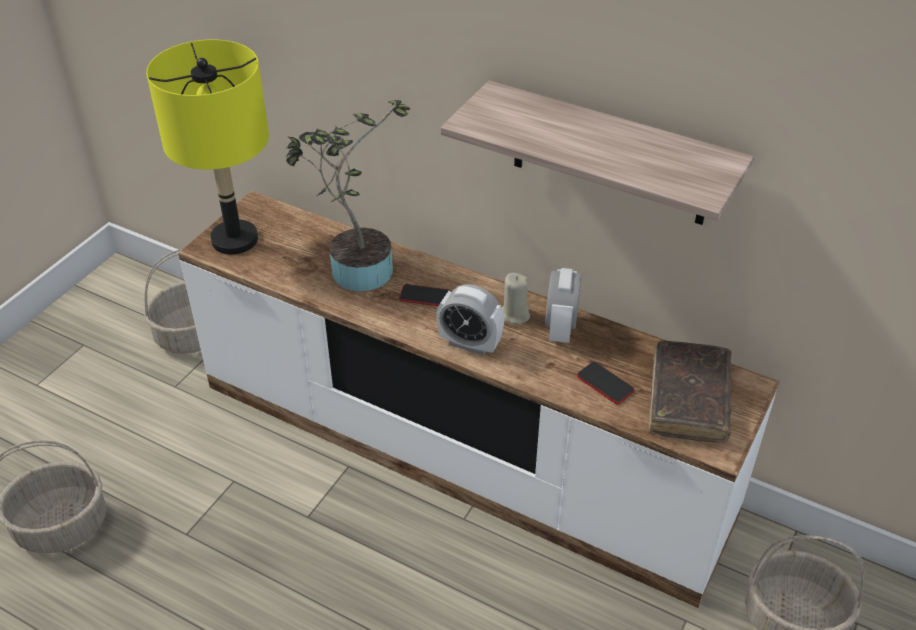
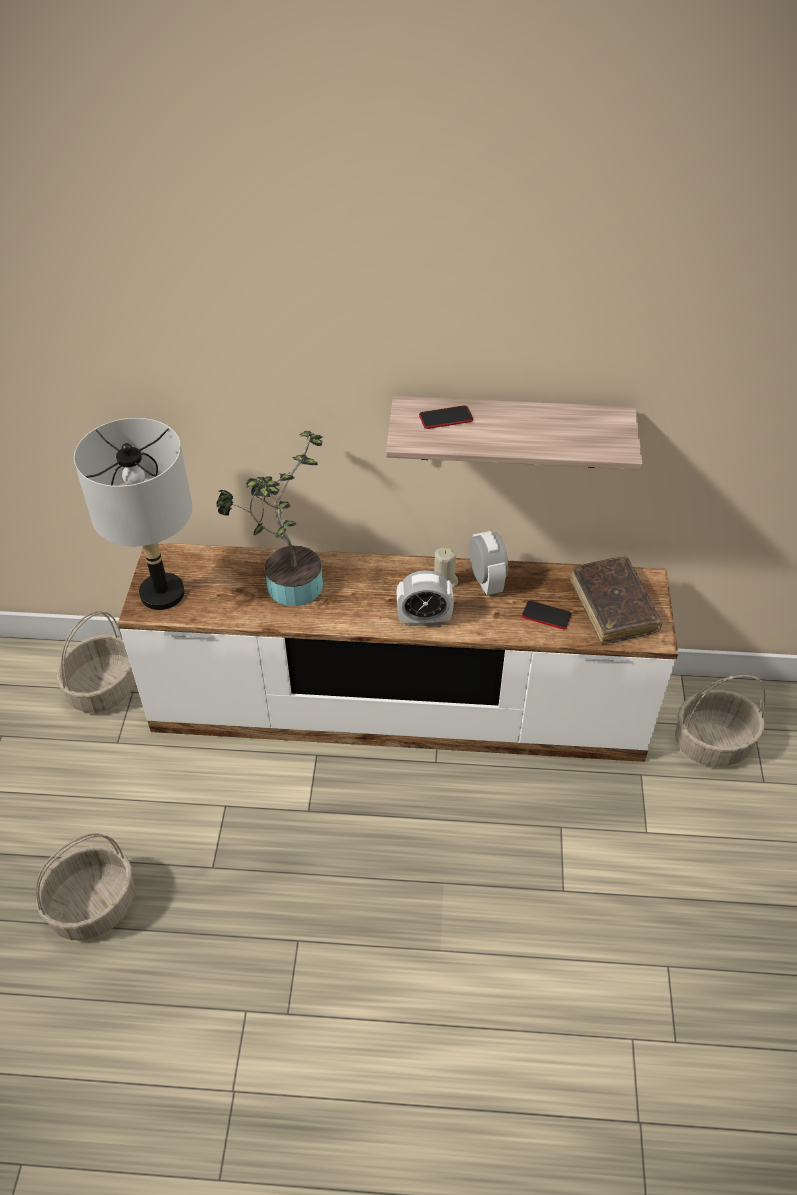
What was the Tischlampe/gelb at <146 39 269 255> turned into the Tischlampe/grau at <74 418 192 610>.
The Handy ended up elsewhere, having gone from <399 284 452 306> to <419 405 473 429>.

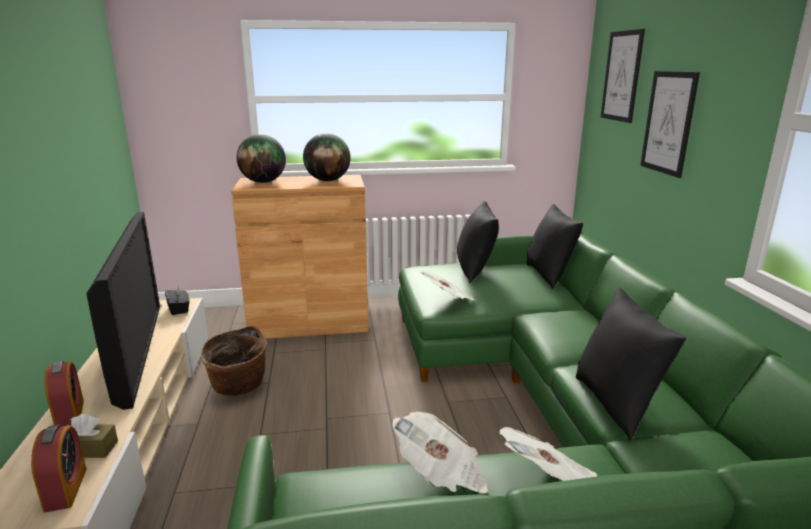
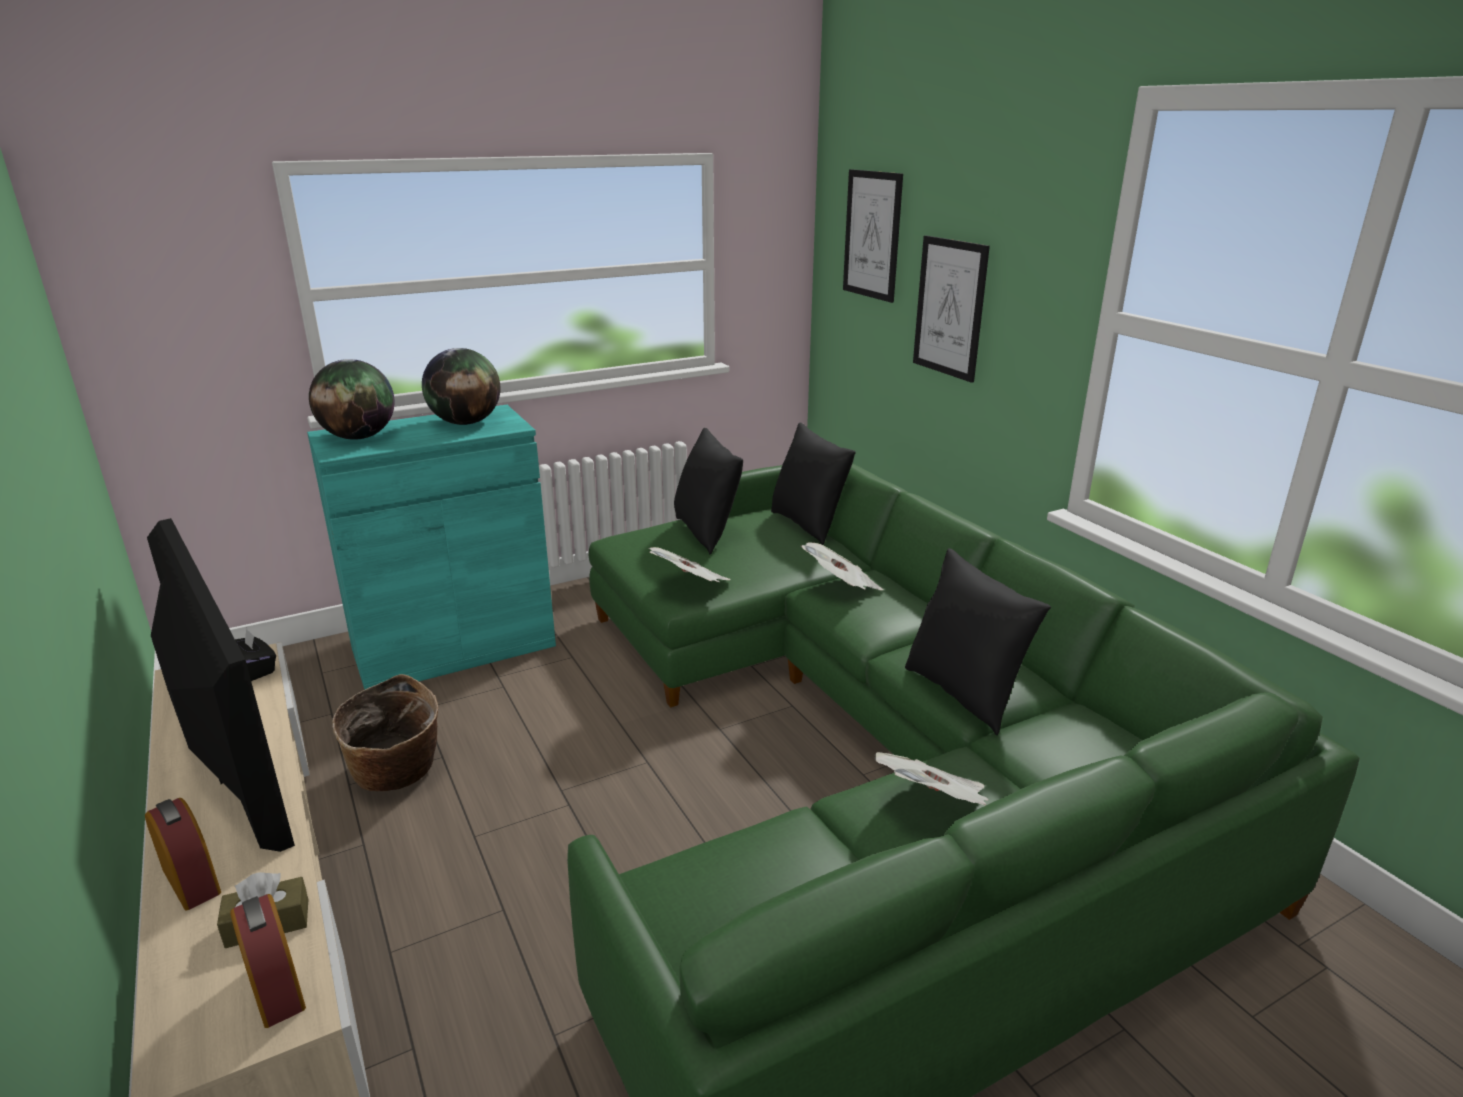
What was the Schrank/braun at <231 175 369 339> turned into the Schrank/türkis at <307 405 556 690>.
The Zeitung ended up elsewhere, having gone from <392 412 488 493> to <801 543 884 590>.

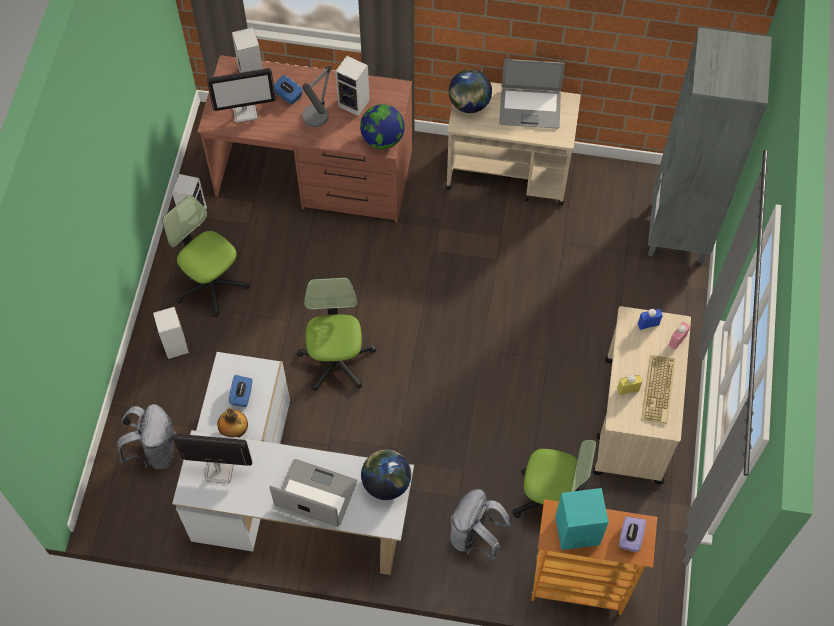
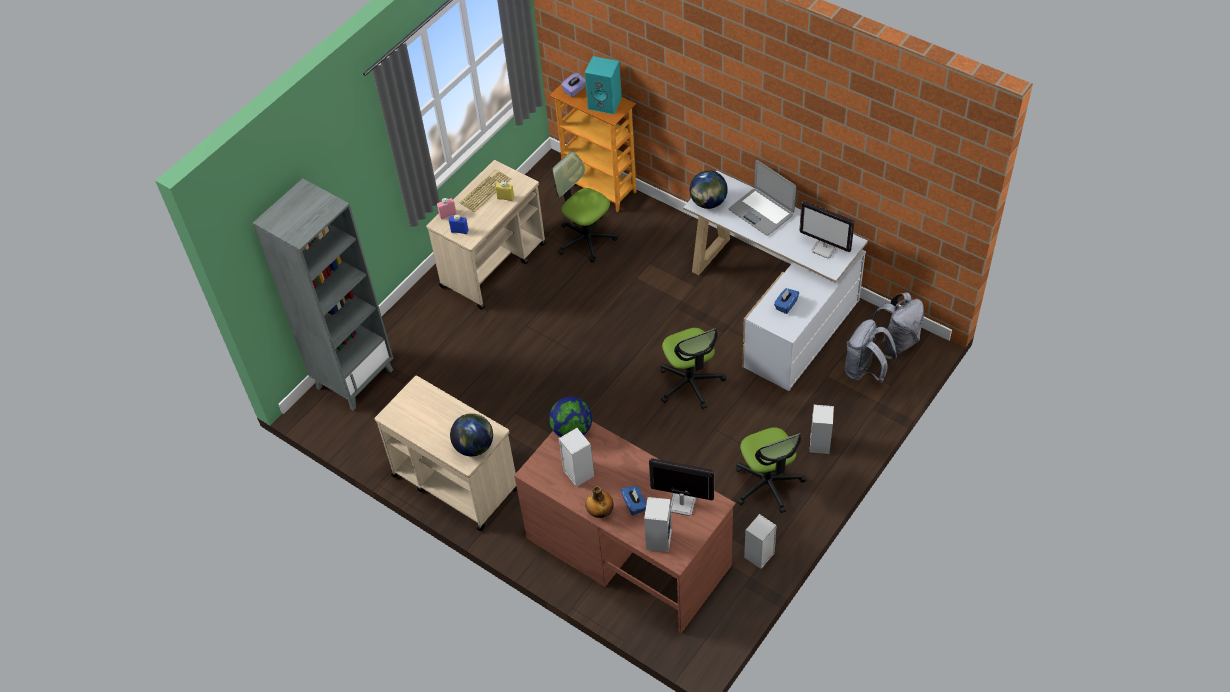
The second view lost the Laptop at <499 59 565 128>.
The second view lost the Tischlampe at <302 65 332 127>.
The Bürostuhl at <296 277 376 391> ended up facing another way, 45 degrees counterclockwise from before.
The Flasche ended up elsewhere, having gone from <217 408 248 437> to <586 486 614 518>.
The Rucksack/grau ended up elsewhere, having gone from <450 489 513 562> to <872 292 924 355>.

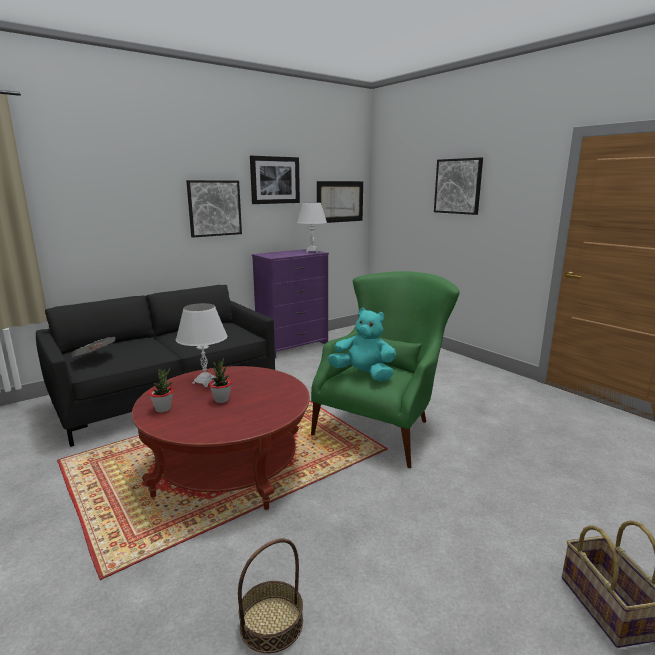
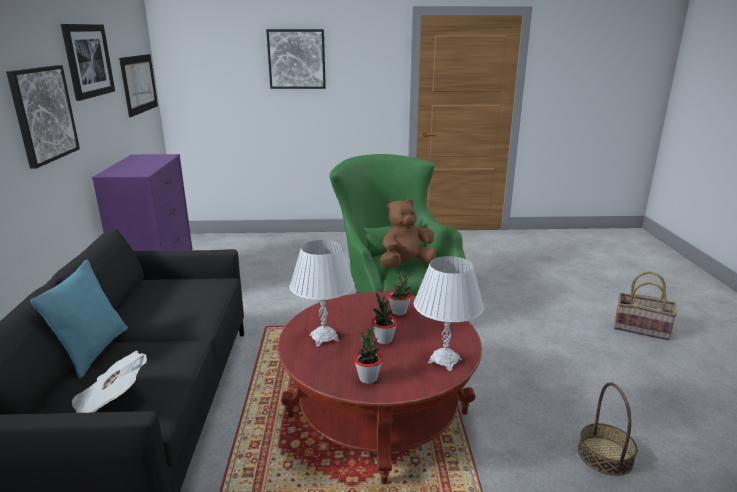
The Tischlampe/weiß ended up elsewhere, having gone from <297 202 327 253> to <414 256 484 371>.
What was the Plüschtier/türkis at <328 308 396 381> turned into the Plüschtier/braun at <380 199 436 267>.
The second view gained the Kissen/türkis at <30 260 128 379>.
The second view gained the Topfpflanze at <388 271 412 315>.

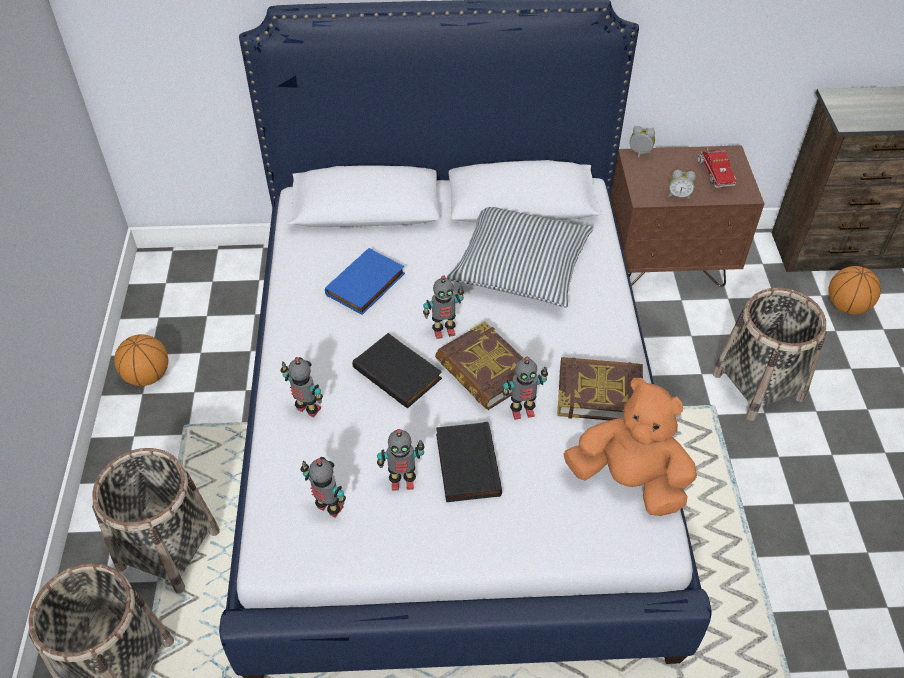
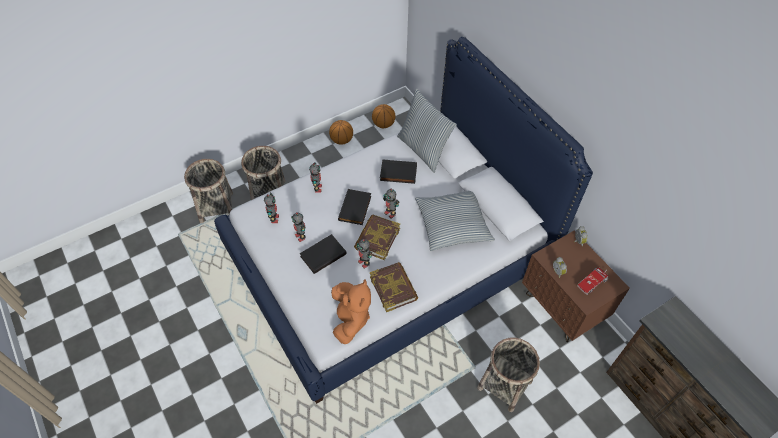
What was the Buch/blau at <325 248 405 315> turned into the Buch/schwarz at <380 160 417 184>.
The Basketball ended up elsewhere, having gone from <828 266 881 315> to <372 104 396 128>.
The second view gained the Kissen at <397 89 457 173>.

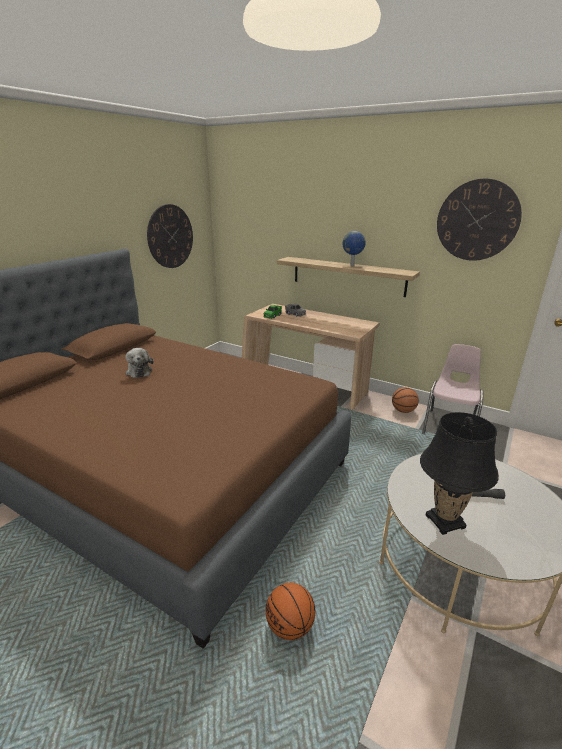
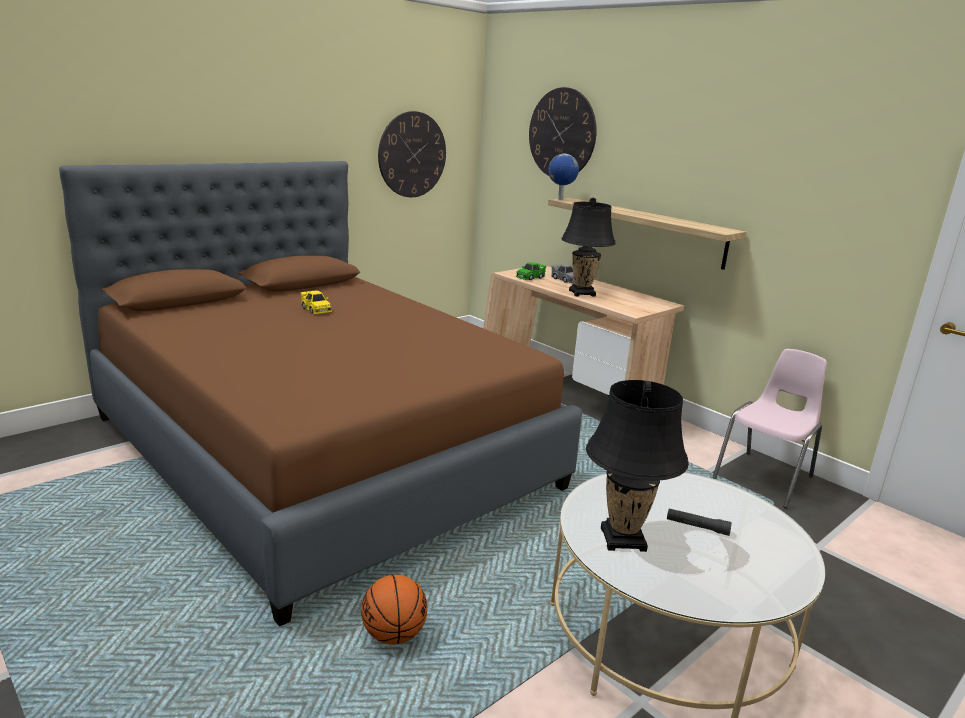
The Wanduhr ended up elsewhere, having gone from <437 179 522 261> to <529 87 597 176>.
The Globus ended up elsewhere, having gone from <343 231 366 266> to <548 154 579 200>.
Where the Plüschtier stood at <125 348 153 378>, the Spielzeugauto/gelb came to stand at <301 291 332 314>.
The second view lost the Basketball at <392 387 419 413>.
The second view gained the Tischlampe/schwarz at <561 198 616 297>.

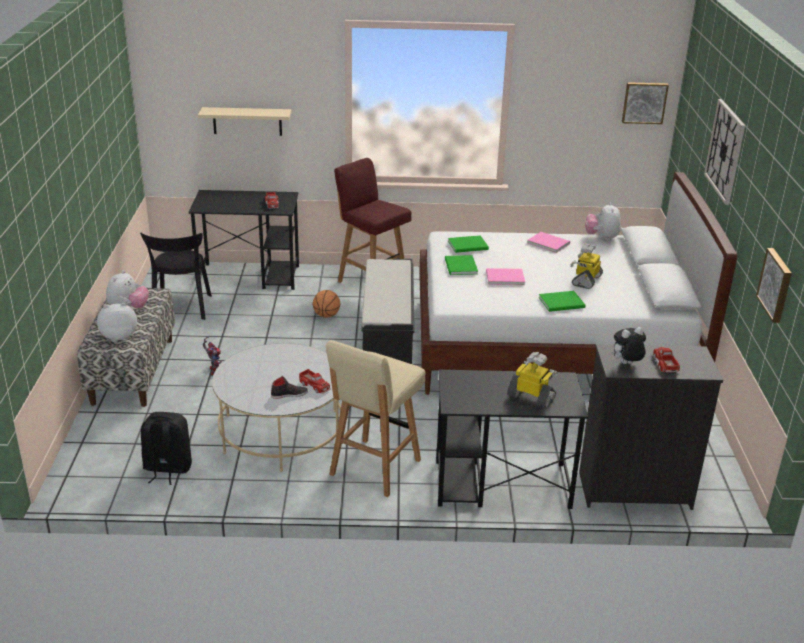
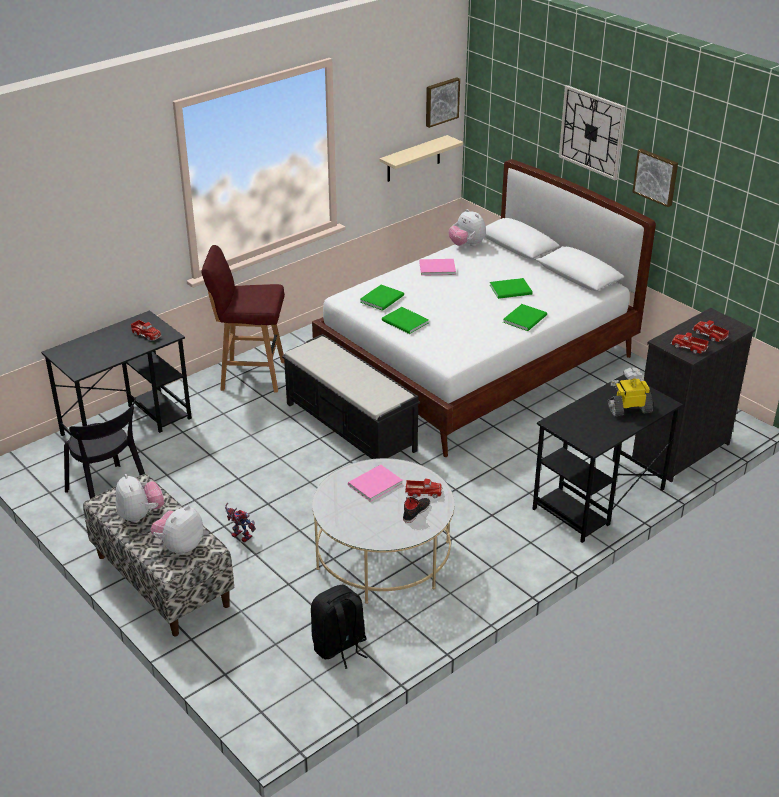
The Wandregal/beige ended up elsewhere, having gone from <198 107 291 136> to <380 135 463 182>.
Where the Spielzeugroboter stood at <570 244 603 289>, the Buch/grün came to stand at <490 278 533 299>.
The Bild ended up elsewhere, having gone from <756 248 792 323> to <632 149 678 207>.
The Buch/rosa ended up elsewhere, having gone from <486 268 525 285> to <348 465 403 502>.
The second view lost the Basketball at <313 290 341 318>.
Where the Plüschtier stood at <611 327 646 364>, the Spielzeuglaster came to stand at <671 333 709 354>.
The second view lost the Hocker/beige at <325 340 425 497>.

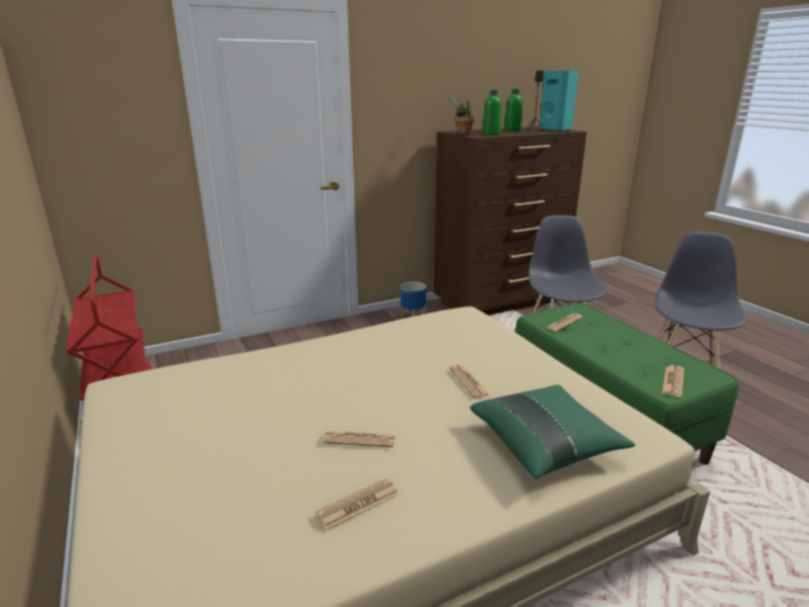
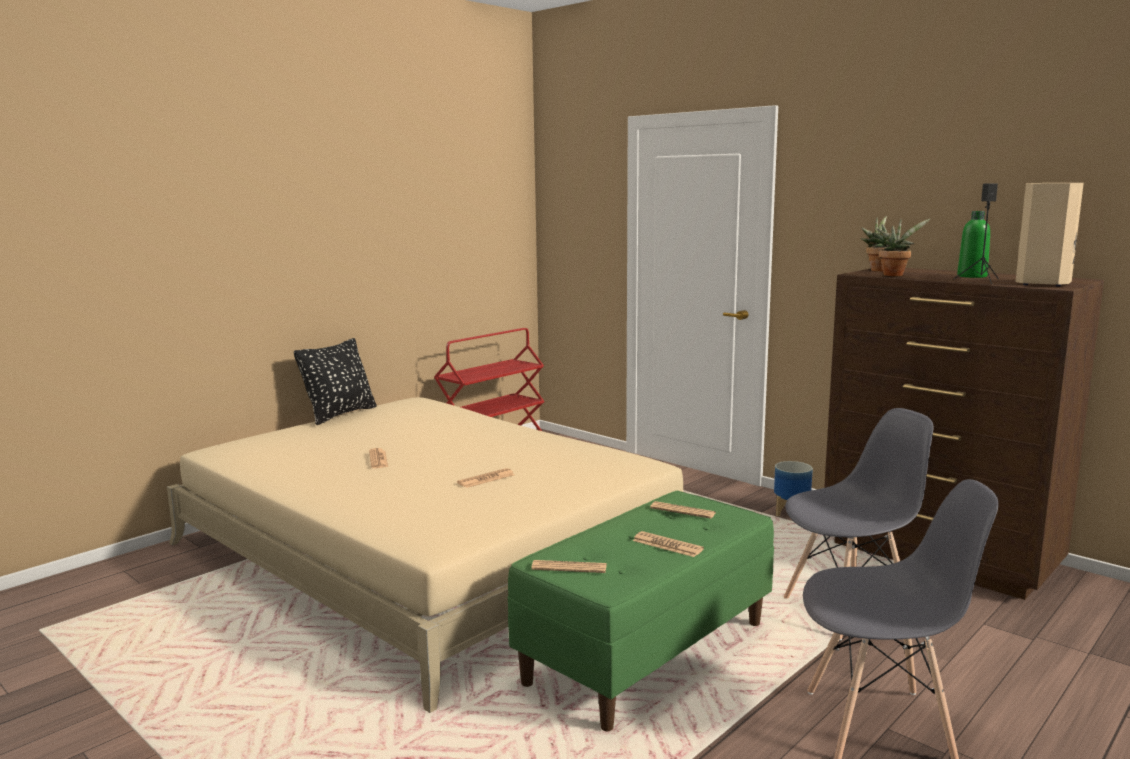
What was the Lautsprecher/türkis at <539 71 579 132> turned into the Lautsprecher/beige at <1016 183 1084 287>.
Where the Flasche/grün stood at <482 90 501 135>, the Topfpflanze came to stand at <877 219 930 276>.
The second view lost the Kissen/grün at <470 385 635 479>.
The Zeitung ended up elsewhere, having gone from <316 478 399 530> to <633 531 704 557>.
The second view gained the Kissen/schwarz at <294 338 377 425>.

